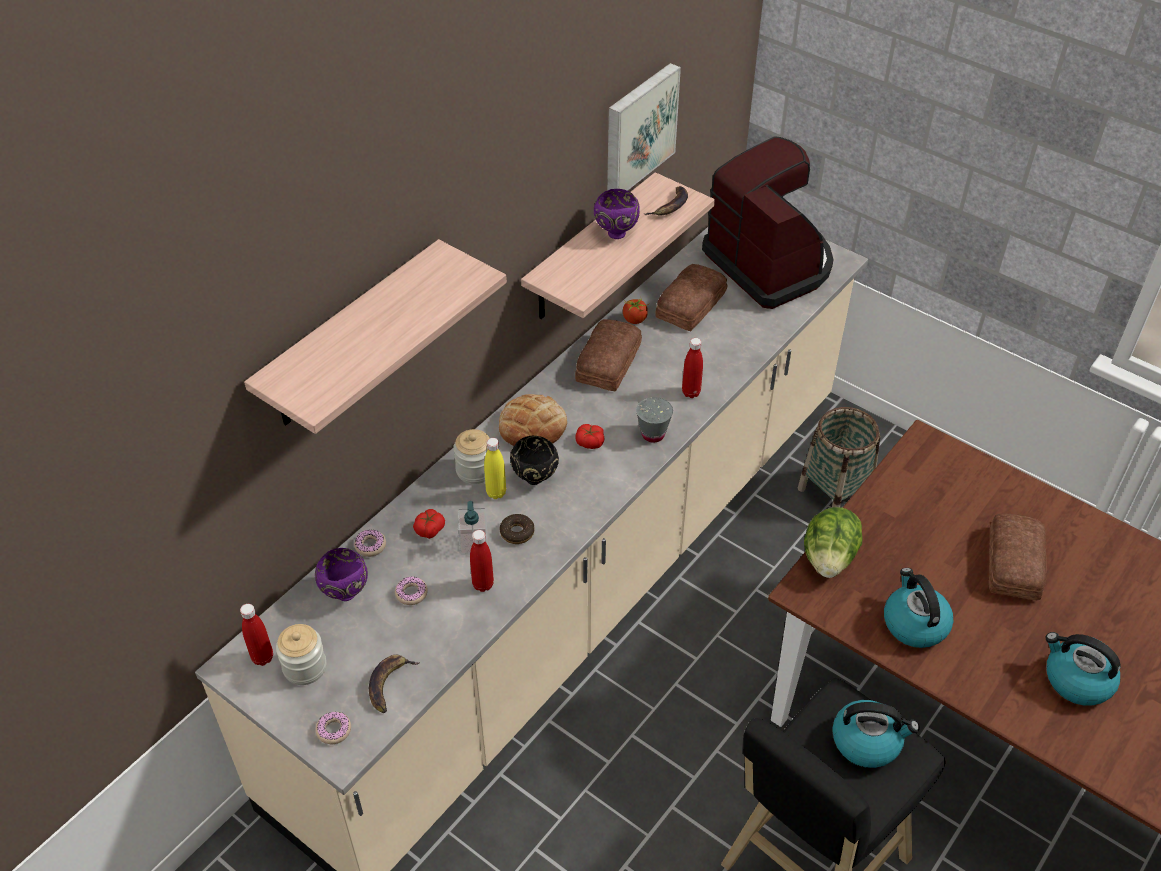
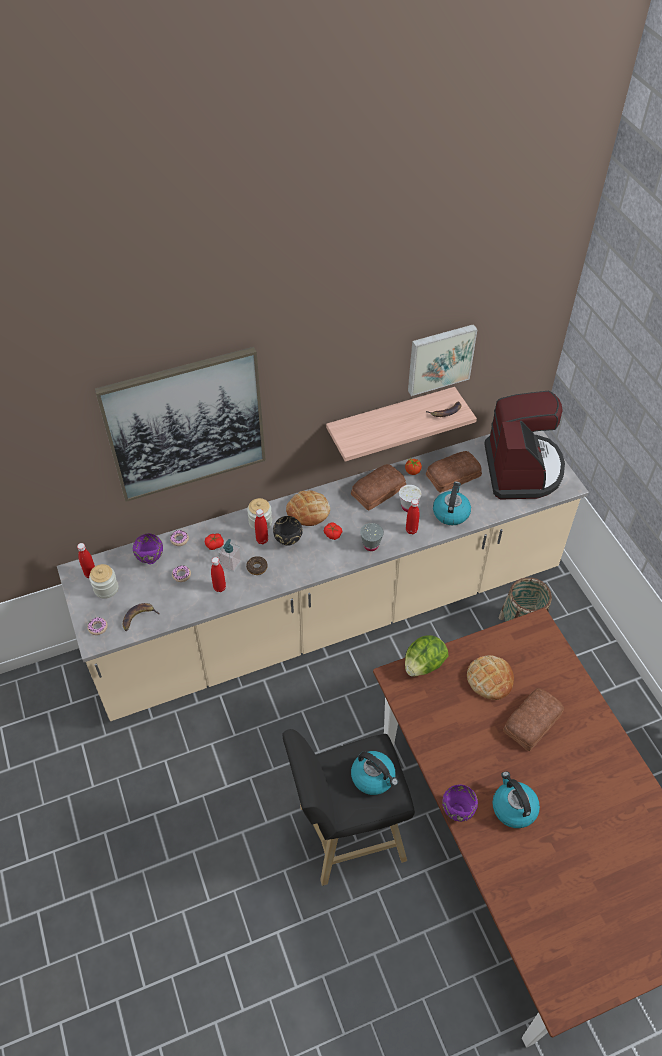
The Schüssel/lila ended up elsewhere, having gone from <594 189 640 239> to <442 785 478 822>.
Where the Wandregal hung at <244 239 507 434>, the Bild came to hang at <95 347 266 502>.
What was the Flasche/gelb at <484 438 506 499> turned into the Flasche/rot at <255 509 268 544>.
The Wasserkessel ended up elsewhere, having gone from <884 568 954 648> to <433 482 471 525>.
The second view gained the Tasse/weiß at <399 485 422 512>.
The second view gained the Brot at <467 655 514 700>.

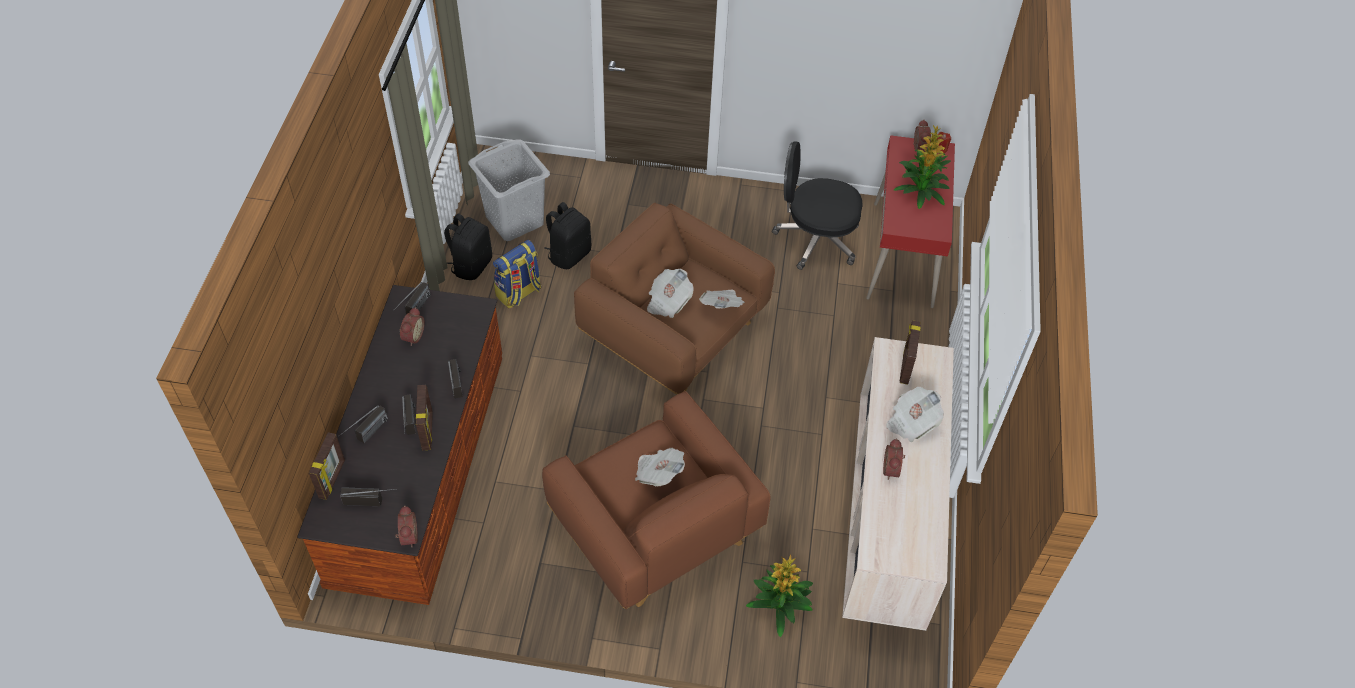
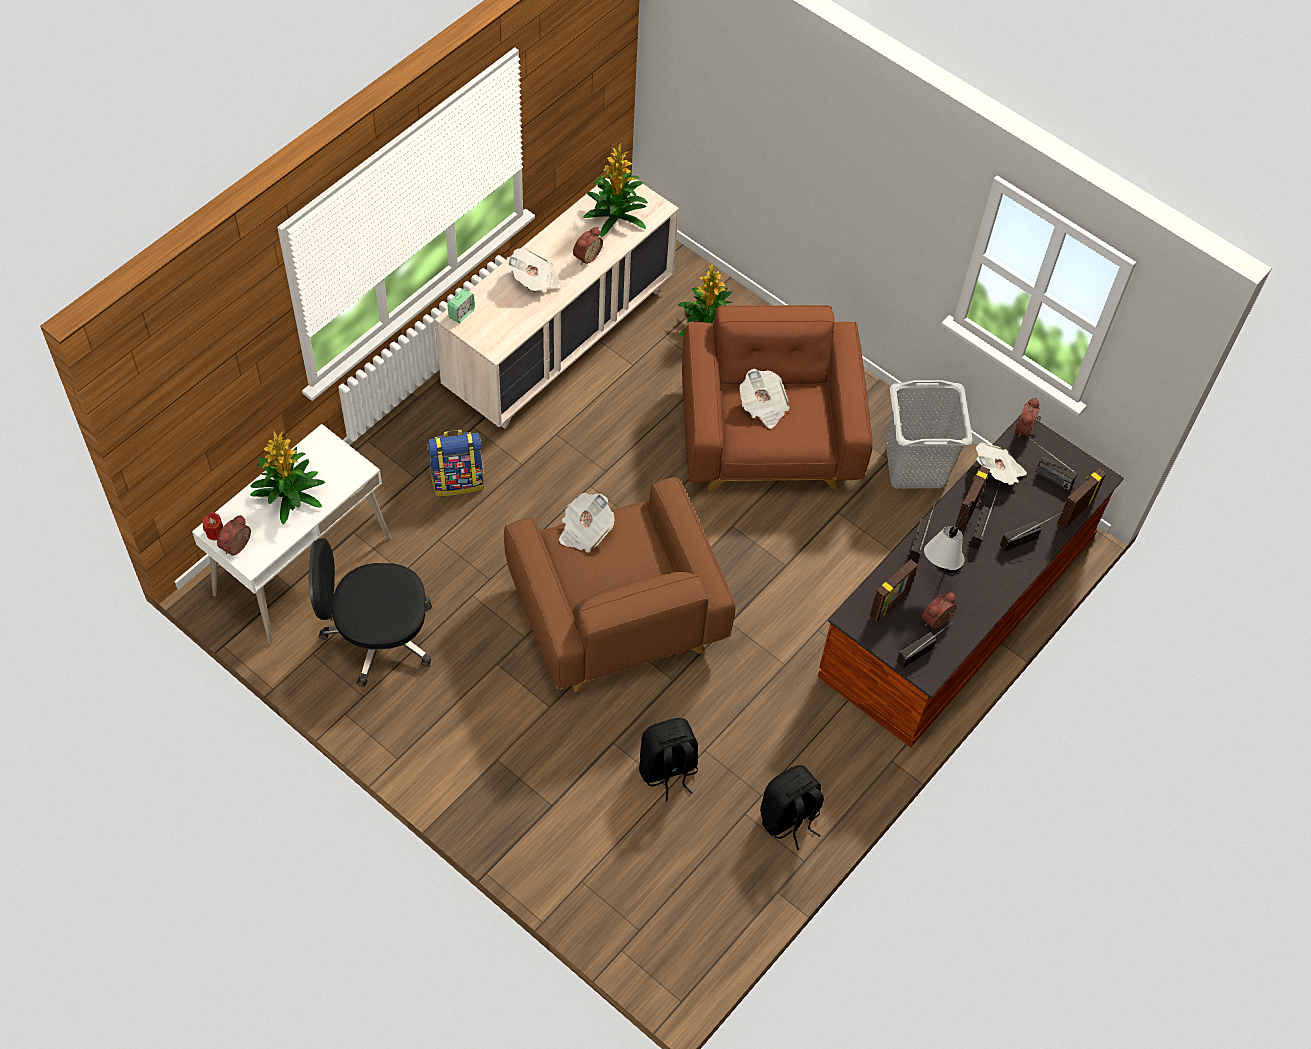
What was the Schreibtisch/rot at <866 135 955 308> turned into the Schreibtisch/weiß at <192 424 390 644>.
The Wäschekorb/grau ended up elsewhere, having gone from <468 139 550 241> to <886 380 973 489>.
The Bürostuhl/schwarz at <772 141 863 270> ended up facing another way, 135 degrees clockwise from before.
The Rucksack ended up elsewhere, having gone from <493 240 541 308> to <427 430 484 496>.
The Zeitung ended up elsewhere, having gone from <647 269 694 318> to <976 442 1027 485>.
The Bilderrahmen ended up elsewhere, having gone from <900 320 921 385> to <870 559 918 622>.
The second view gained the Topfpflanze at <583 143 648 237>.
The second view gained the Wecker at <447 289 475 323>.
The second view gained the Tischlampe at <924 501 974 573>.

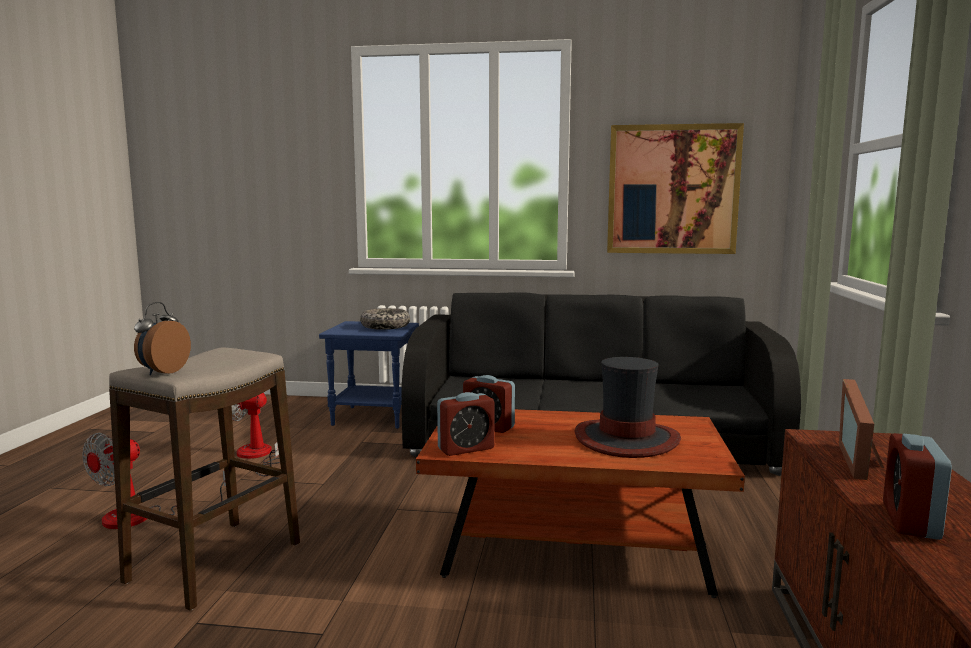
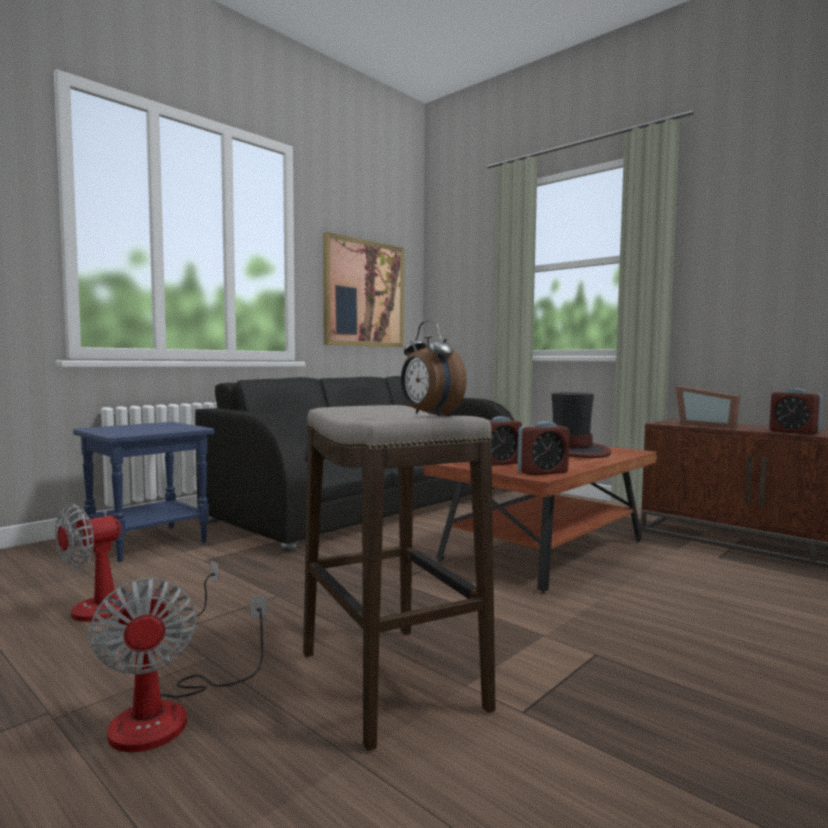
The second view lost the Schüssel at <360 308 410 330>.
The Wecker at <437 392 495 456> ended up facing another way, 60 degrees clockwise from before.

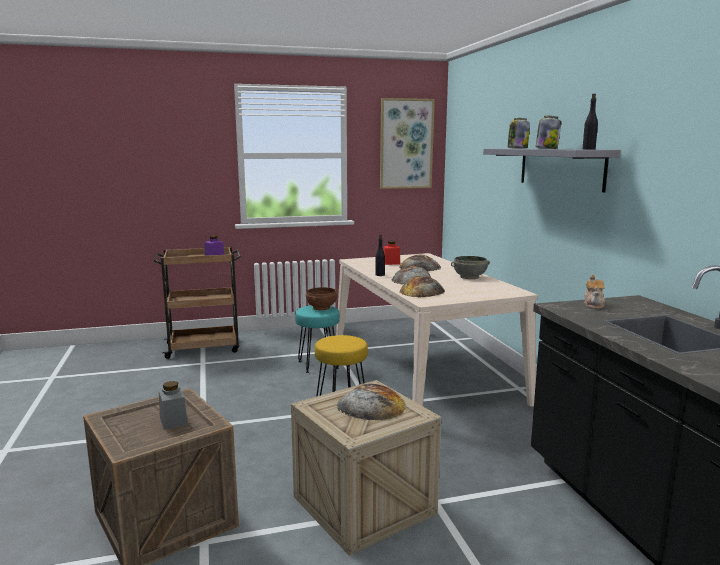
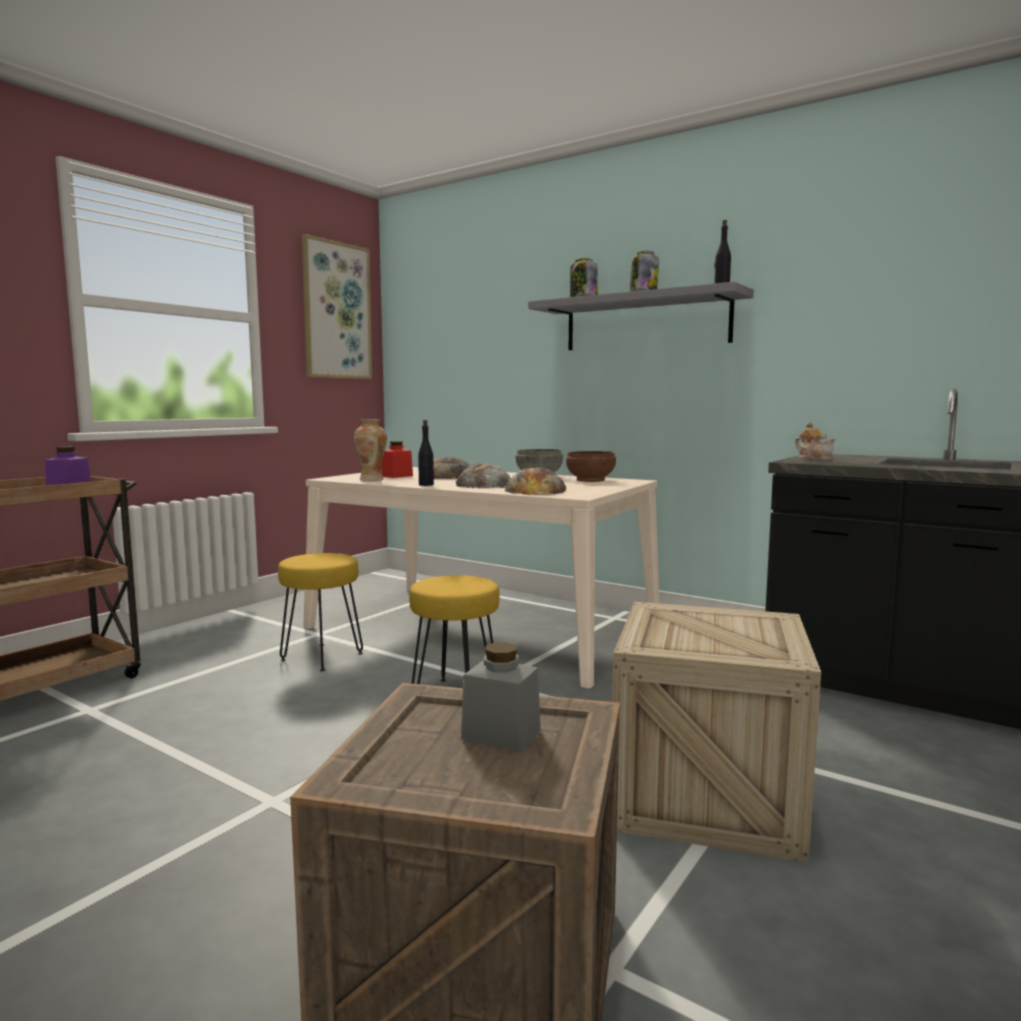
The Schüssel/braun ended up elsewhere, having gone from <306 287 337 310> to <566 451 616 482>.
What was the Hocker/türkis at <295 305 340 373> turned into the Hocker/gelb at <278 553 363 671>.
The second view lost the Brot at <336 384 406 420>.
The second view gained the Vase at <354 419 387 481>.

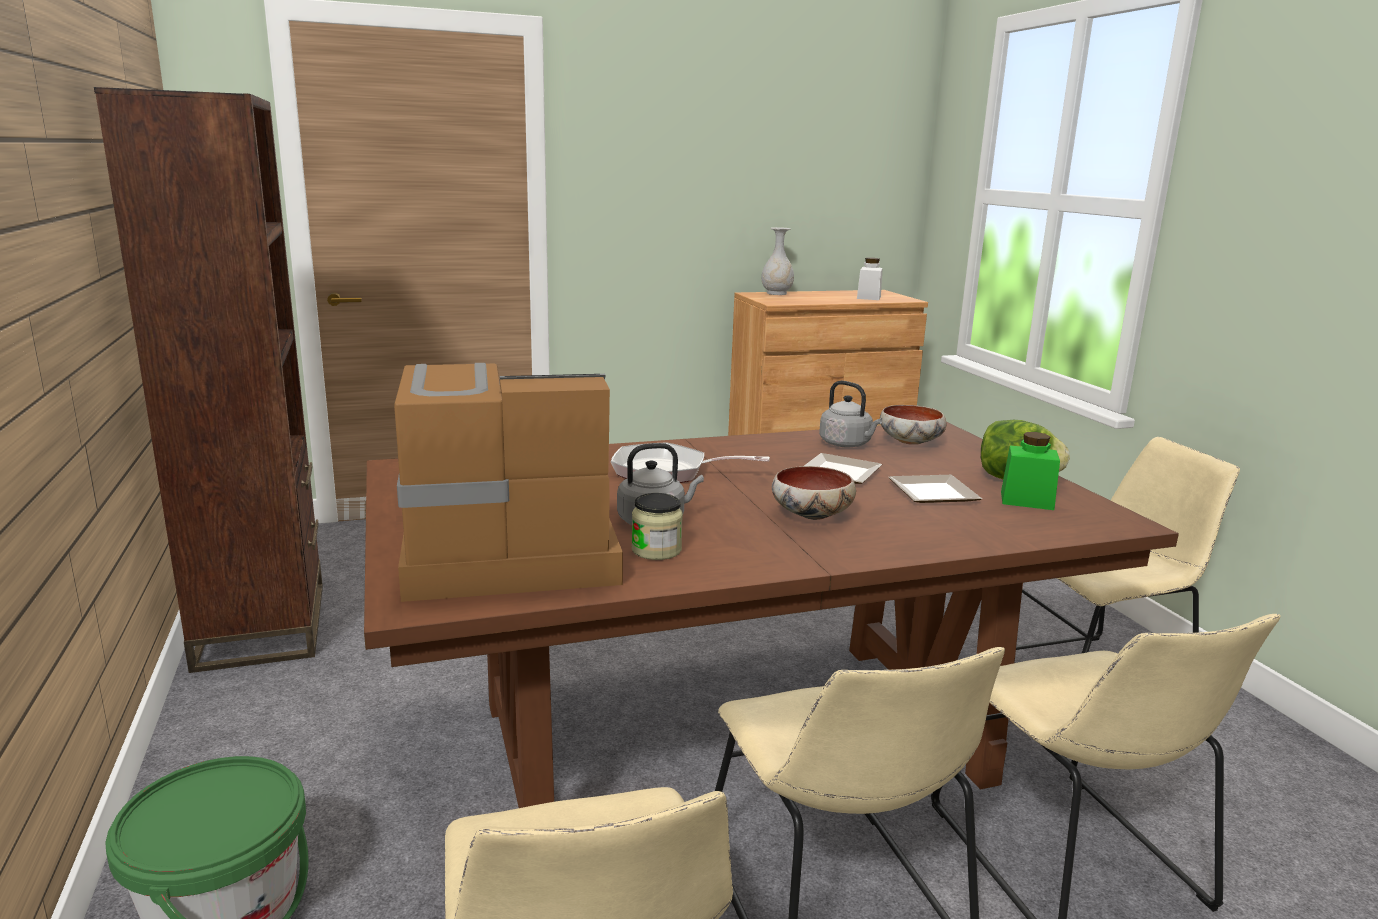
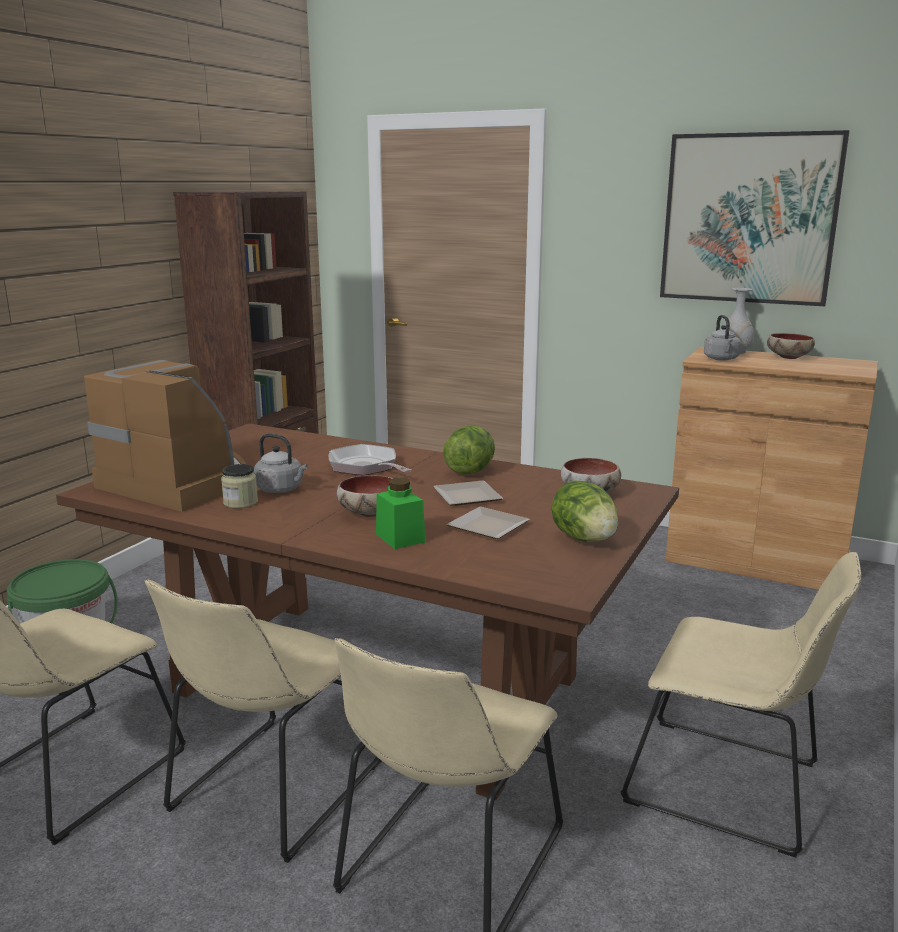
The second view lost the Vorratsglas/weiß at <857 258 883 300>.
The Wasserkessel/grau ended up elsewhere, having gone from <819 381 882 448> to <704 315 741 361>.
The Vorratsglas/grün ended up elsewhere, having gone from <1001 432 1060 510> to <376 478 426 549>.
The second view gained the Bild at <660 130 849 306>.
The second view gained the Schüssel at <767 333 815 359>.
The second view gained the Salatkopf at <443 425 495 474>.

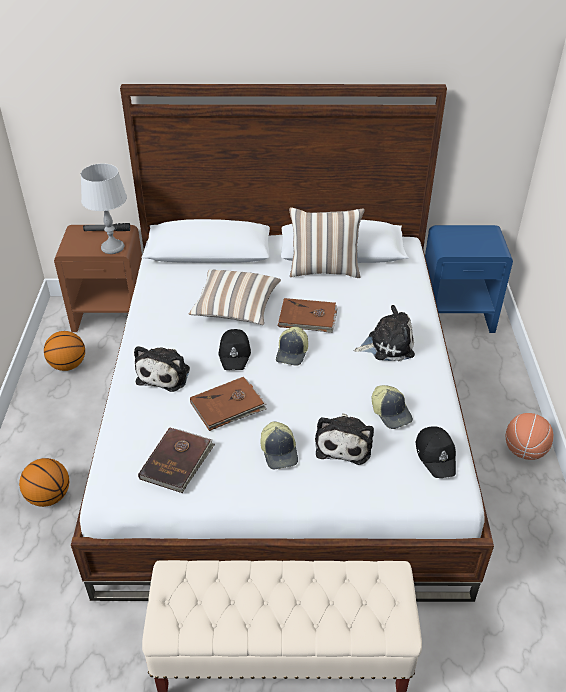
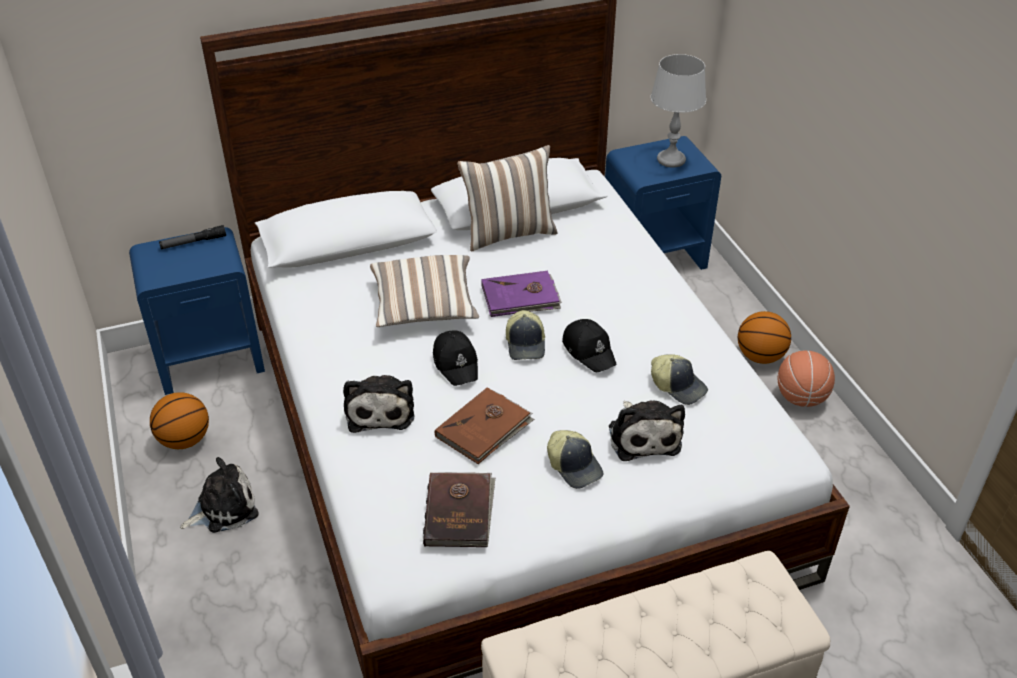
The Tischlampe/grau ended up elsewhere, having gone from <81 164 127 254> to <651 54 706 168>.
What was the Nachttisch/braun at <54 225 142 332> turned into the Nachttisch/blau at <129 227 265 395>.
What was the Buch/braun at <278 298 337 333> turned into the Buch/lila at <481 271 562 317>.
The Plüschtier ended up elsewhere, having gone from <354 305 415 361> to <180 457 259 533>.
The Kappe/schwarz ended up elsewhere, having gone from <416 426 456 478> to <562 319 616 372>.
The Basketball ended up elsewhere, having gone from <19 458 69 507> to <738 311 791 364>.

